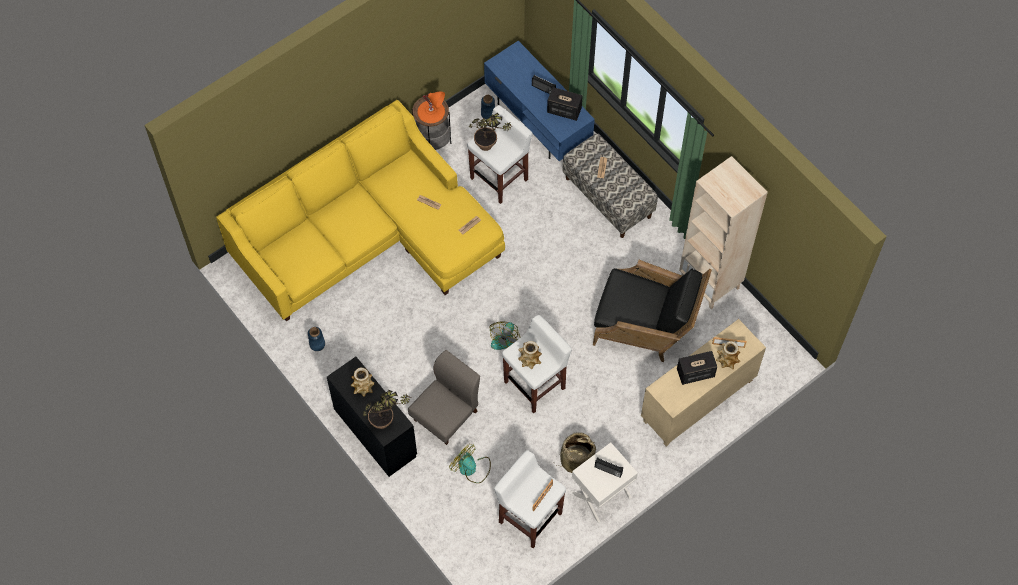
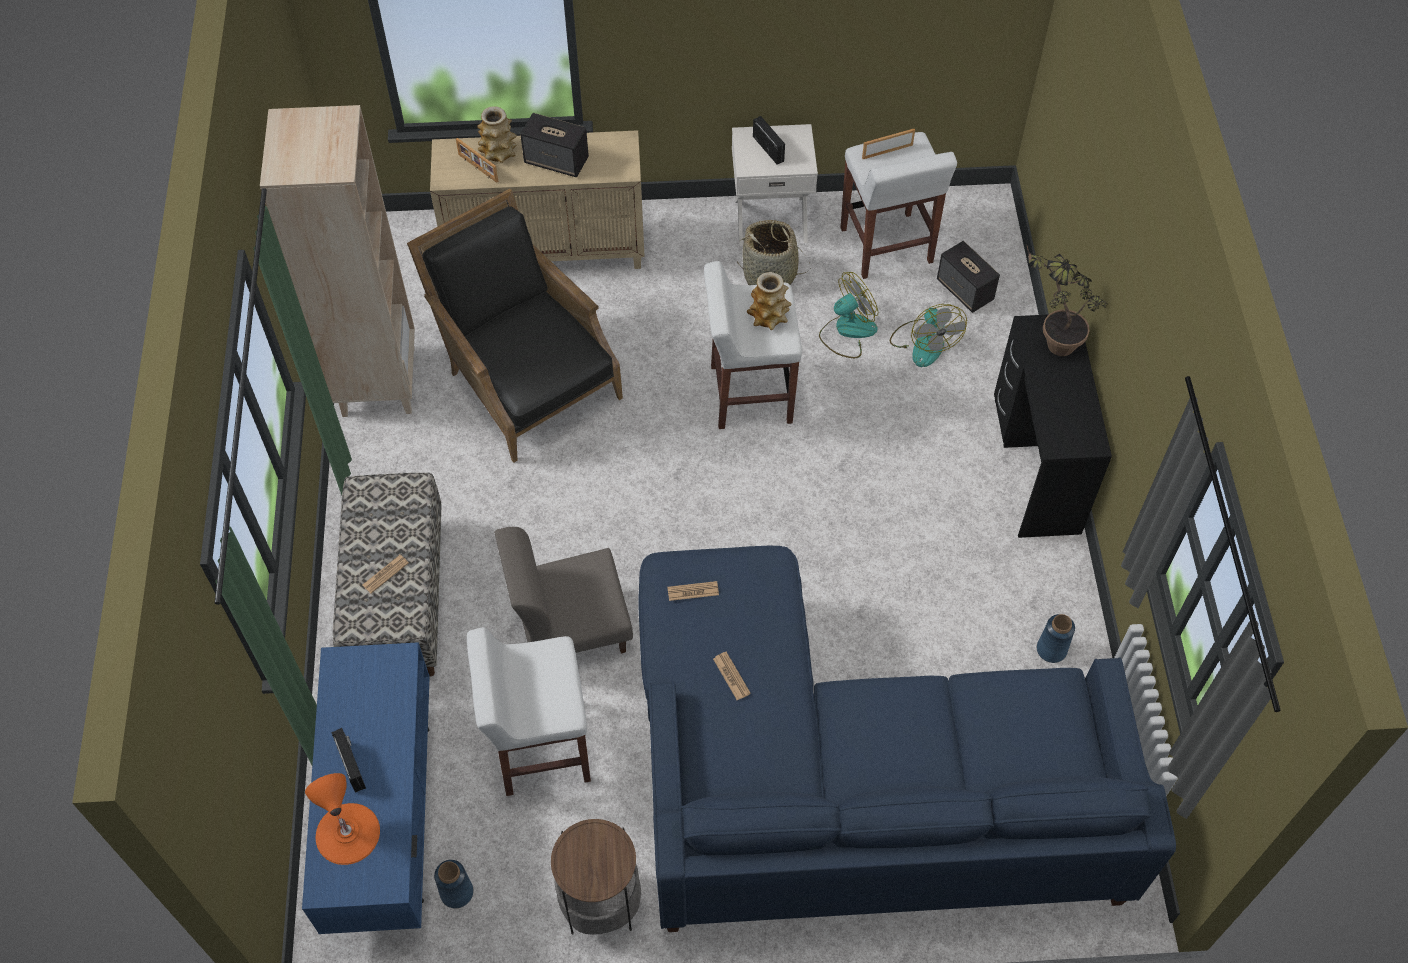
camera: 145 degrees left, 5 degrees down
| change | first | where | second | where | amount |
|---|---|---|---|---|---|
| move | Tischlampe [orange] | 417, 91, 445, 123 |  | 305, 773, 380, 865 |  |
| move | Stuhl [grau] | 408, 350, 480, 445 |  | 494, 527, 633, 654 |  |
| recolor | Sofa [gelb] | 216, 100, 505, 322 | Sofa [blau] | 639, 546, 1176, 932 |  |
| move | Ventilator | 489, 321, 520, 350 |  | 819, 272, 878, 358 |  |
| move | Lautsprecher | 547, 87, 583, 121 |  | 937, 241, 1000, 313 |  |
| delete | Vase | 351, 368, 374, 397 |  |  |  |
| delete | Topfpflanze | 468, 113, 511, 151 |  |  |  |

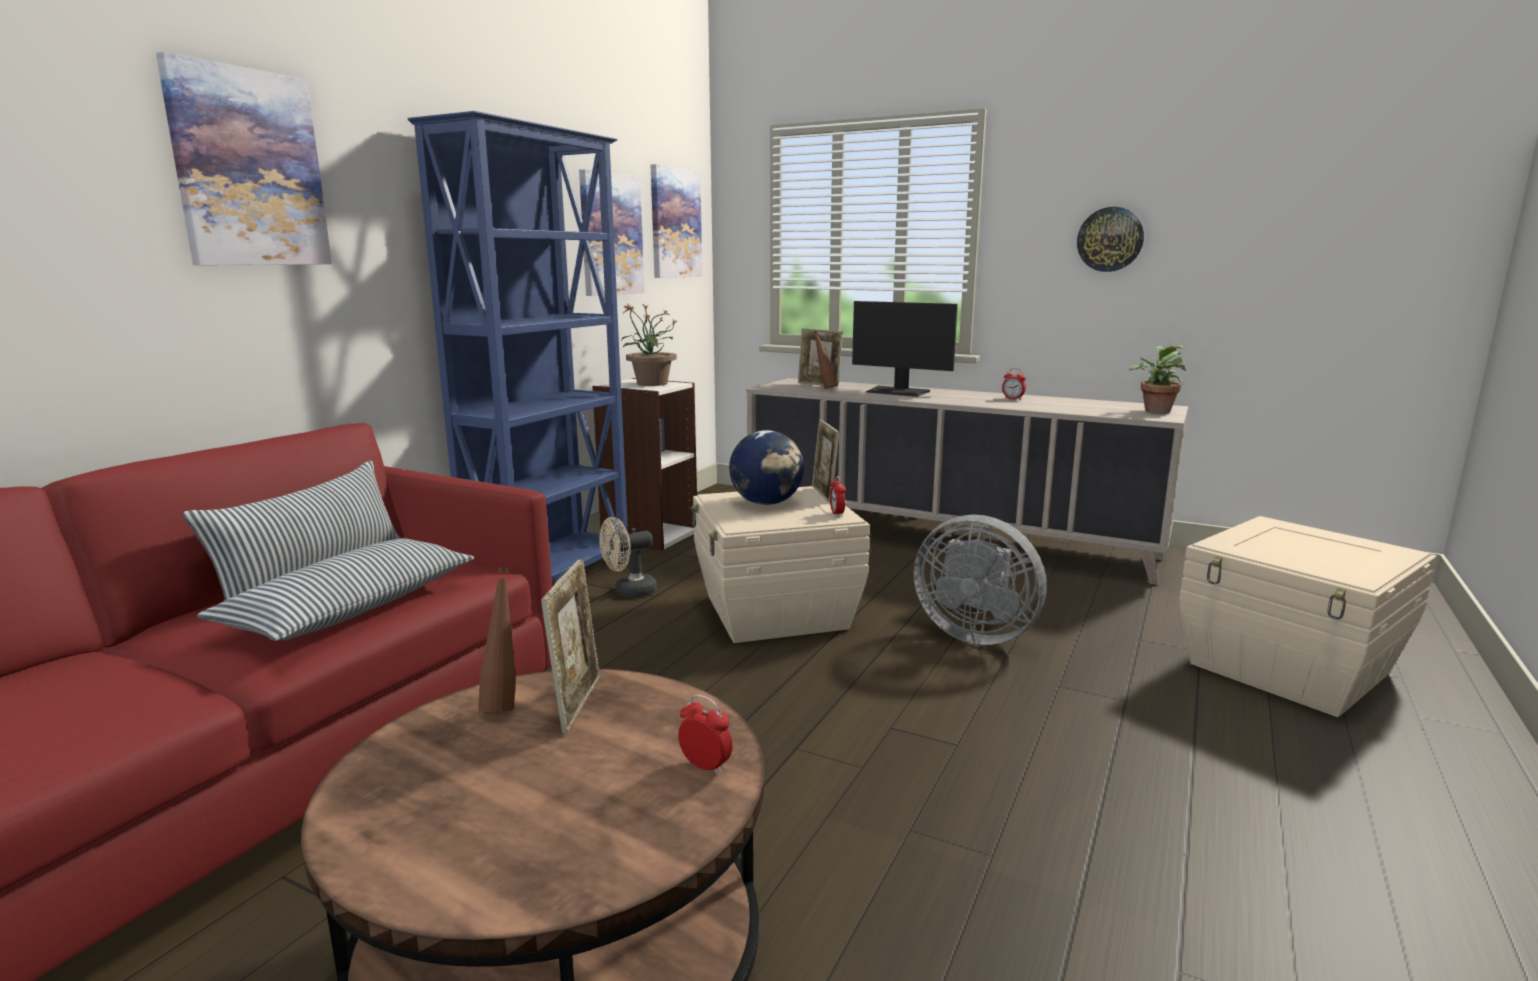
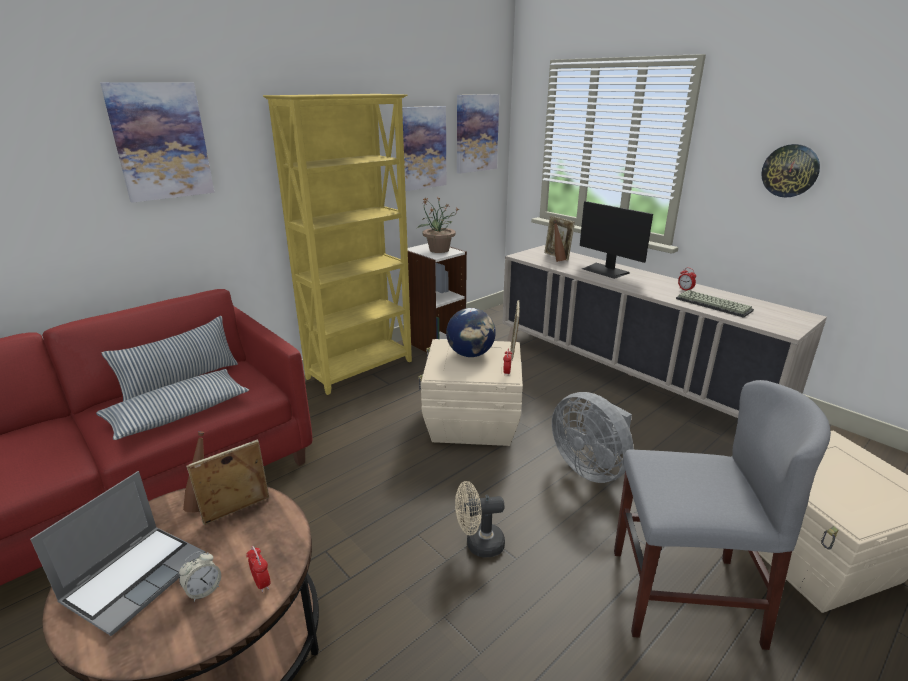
camera: 20 degrees right, 10 degrees up
| change | first | where | second | where | amount |
|---|---|---|---|---|---|
| insert |  |  | Laptop | 30, 471, 206, 636 |  |
| insert |  |  | Wecker | 179, 551, 221, 601 |  |
| rotate | Bilderrahmen | 541, 559, 600, 734 |  | 186, 440, 269, 525 | 150 degrees counterclockwise |
| recolor | Bücherregal [blau] | 407, 111, 628, 582 | Bücherregal [gelb] | 263, 94, 412, 395 |  |
| move | Ventilator [beige] | 599, 517, 657, 598 |  | 455, 481, 505, 557 |  |
| insert |  |  | Stuhl [grau] | 614, 380, 831, 650 |  |
| insert |  |  | Tastatur | 676, 290, 754, 318 |  |
| delete | Topfpflanze | 1129, 345, 1186, 413 |  |  |  |

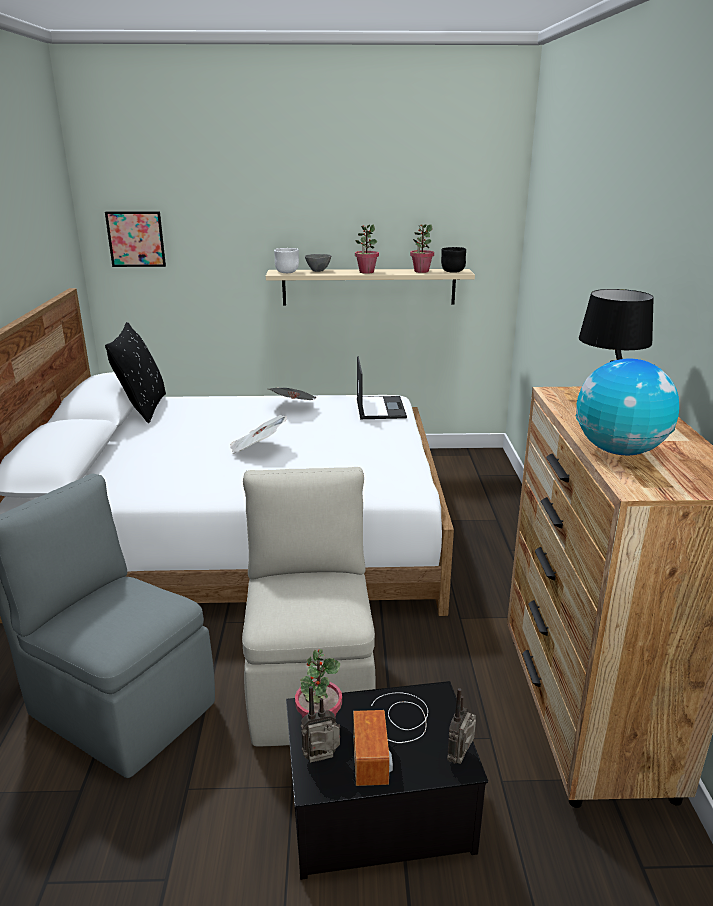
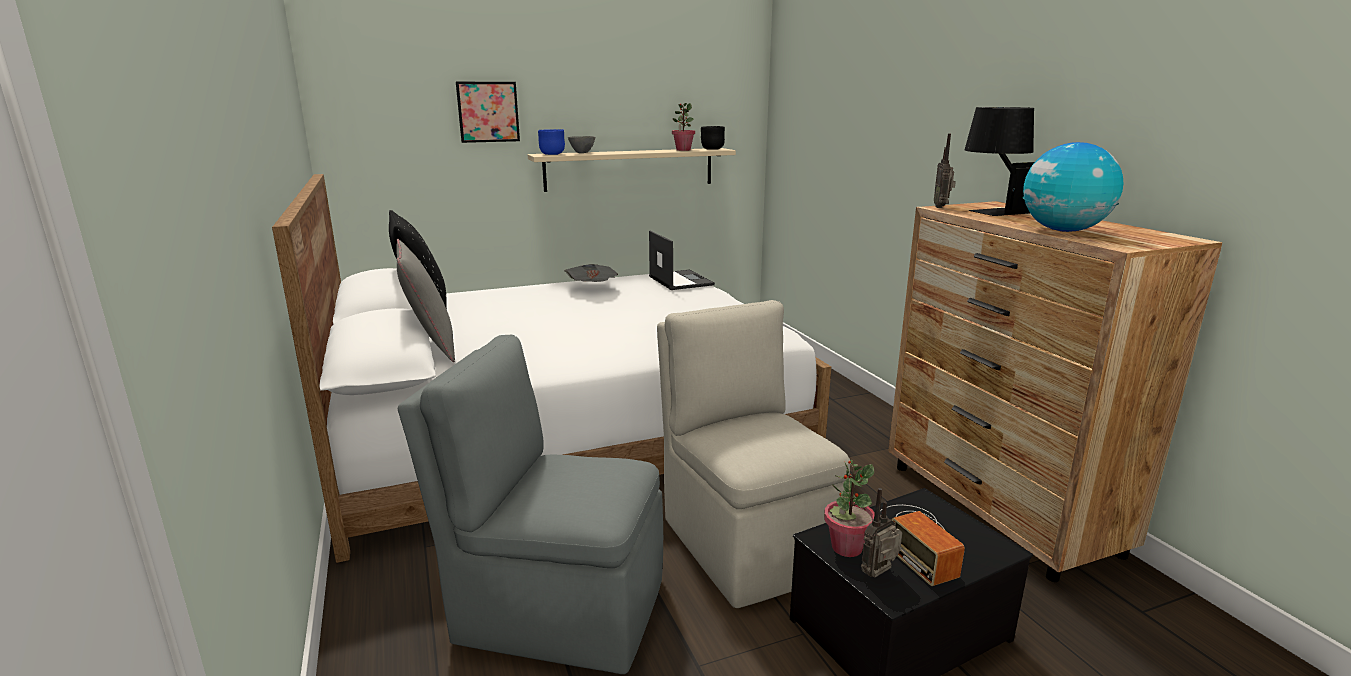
camera: 20 degrees left, 5 degrees down
| change | first | where | second | where | amount |
|---|---|---|---|---|---|
| insert |  |  | Kissen [grau] | 396, 239, 455, 362 |  |
| move | Bild | 105, 211, 166, 267 |  | 456, 82, 520, 143 |  |
| recolor | Schüssel [weiß] | 274, 248, 299, 273 | Schüssel [blau] | 538, 129, 565, 155 |  |
| move | Radio | 447, 688, 476, 764 |  | 934, 134, 956, 208 |  |
| delete | Zeitung | 230, 415, 287, 454 |  |  |  |
| delete | Topfpflanze | 355, 225, 379, 274 |  |  |  |

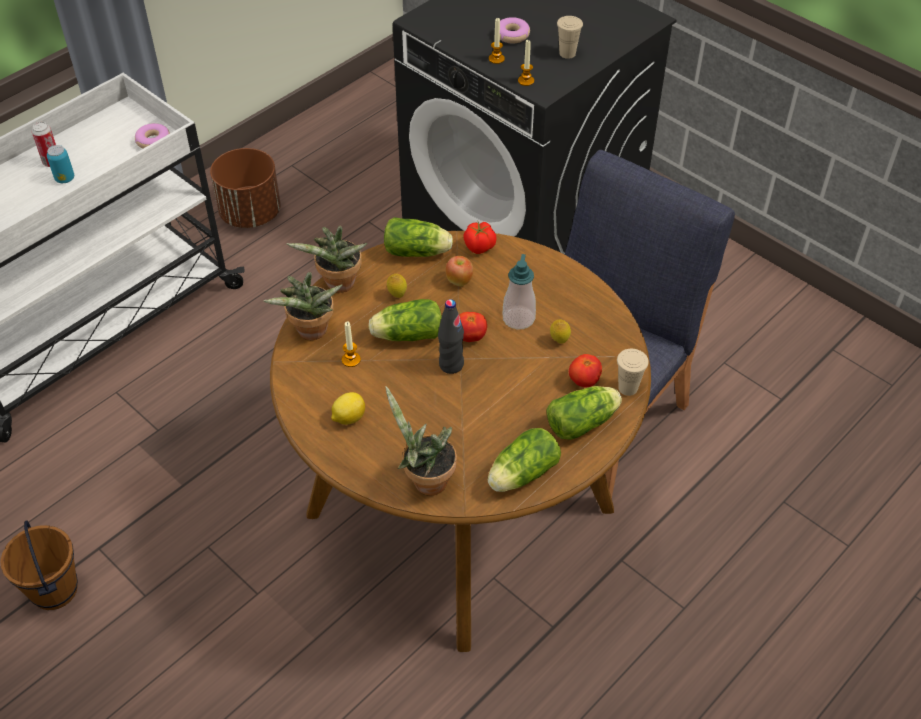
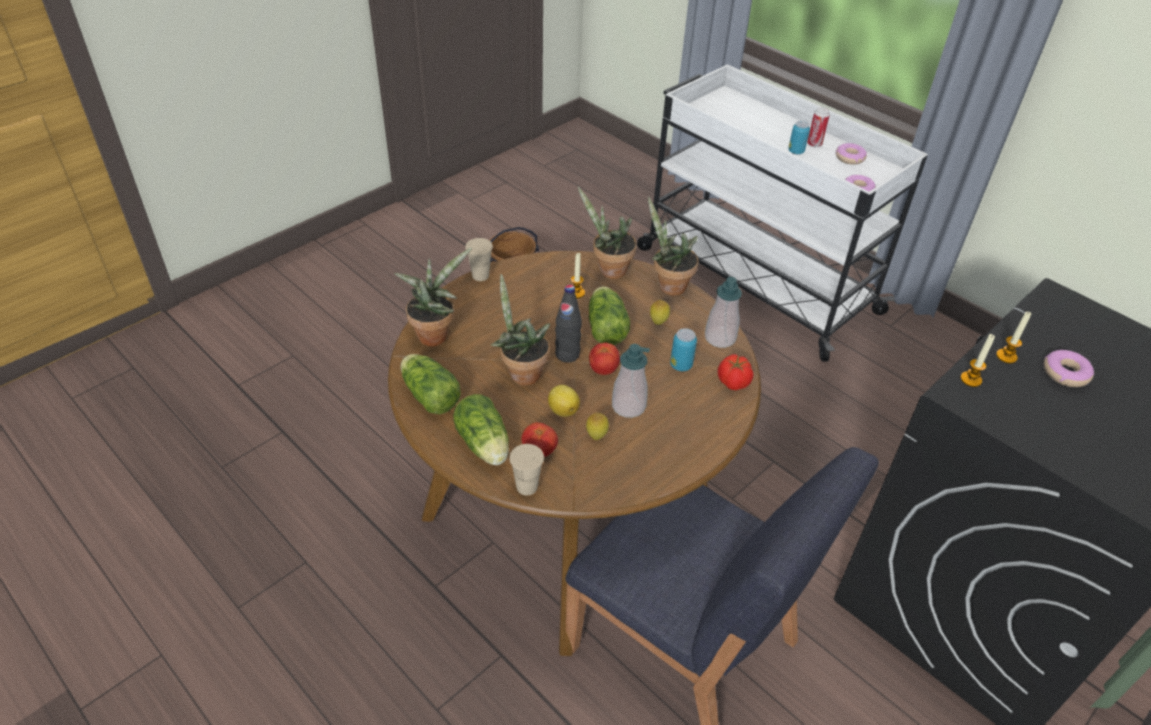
camera: 90 degrees right, 5 degrees down
| change | first | where | second | where | amount |
|---|---|---|---|---|---|
| move | Tasse [beige] | 557, 16, 583, 59 |  | 465, 238, 493, 281 |  |
| insert |  |  | Topfpflanze | 490, 274, 550, 386 |  |
| move | Zitrone | 331, 392, 365, 425 |  | 548, 385, 580, 417 |  |
| replace | Apfel | 446, 256, 473, 286 | Dose | 670, 328, 697, 371 |  |
| replace | Salatkopf | 384, 217, 453, 257 | Seifenspender | 705, 277, 742, 348 |  |
| insert |  |  | Donut | 836, 143, 867, 165 |  |
| delete | Pflanzkübel [braun] | 210, 148, 281, 228 |  |  |  |

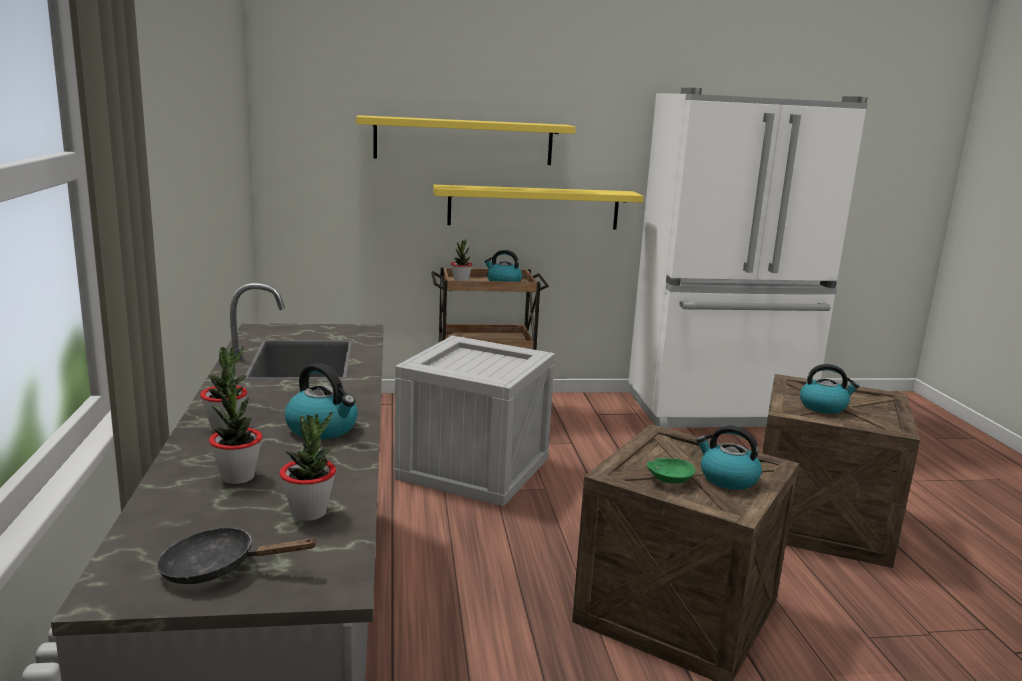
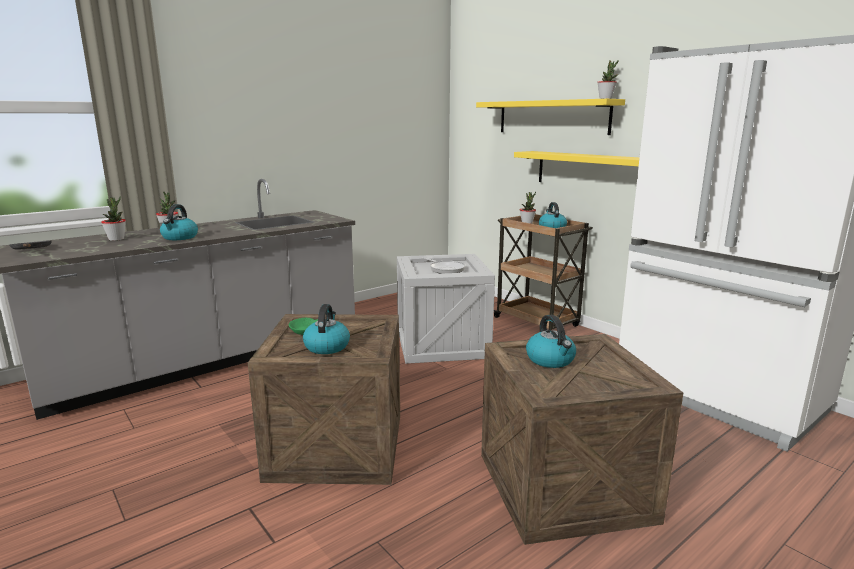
camera: 60 degrees right, 0 degrees up
| change | first | where | second | where | amount |
|---|---|---|---|---|---|
| insert |  |  | Pfanne | 422, 257, 465, 274 |  |
| move | Topfpflanze | 279, 411, 336, 521 |  | 597, 60, 618, 99 |  |

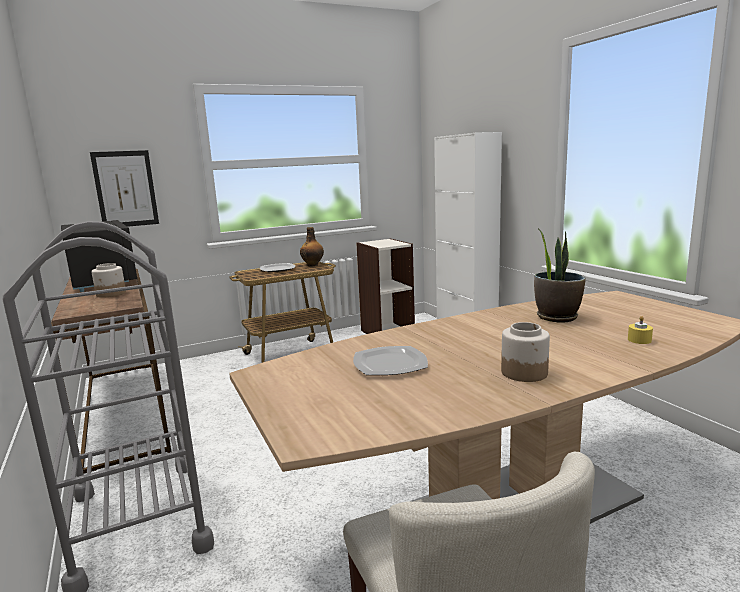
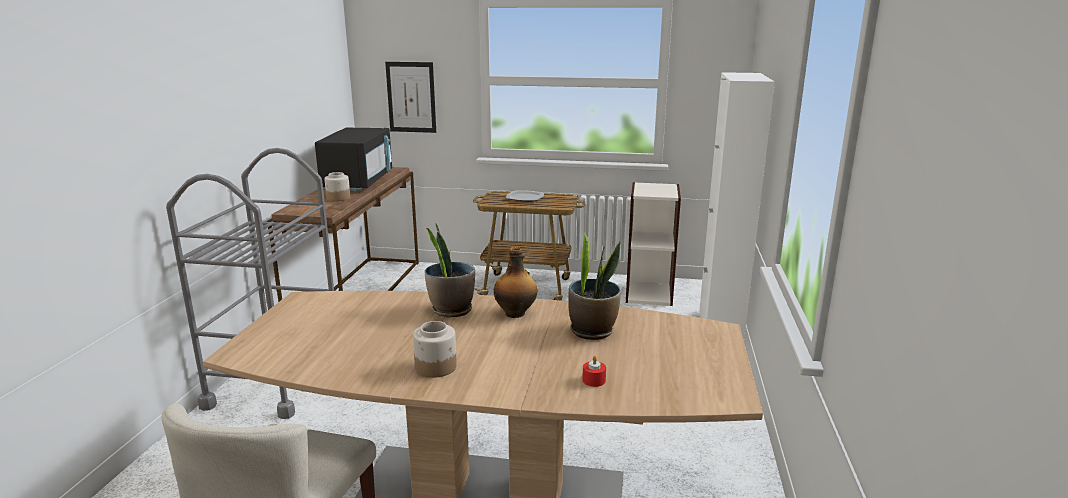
camera: 35 degrees right, 5 degrees up
| change | first | where | second | where | amount |
|---|---|---|---|---|---|
| insert |  |  | Topfpflanze | 425, 223, 475, 317 |  |
| move | Flasche | 300, 227, 324, 266 |  | 494, 247, 538, 318 |  |
| recolor | Kerze [gelb] | 628, 316, 653, 344 | Kerze [rot] | 582, 356, 606, 387 |  |
| delete | Teller | 353, 346, 428, 375 |  |  |  |

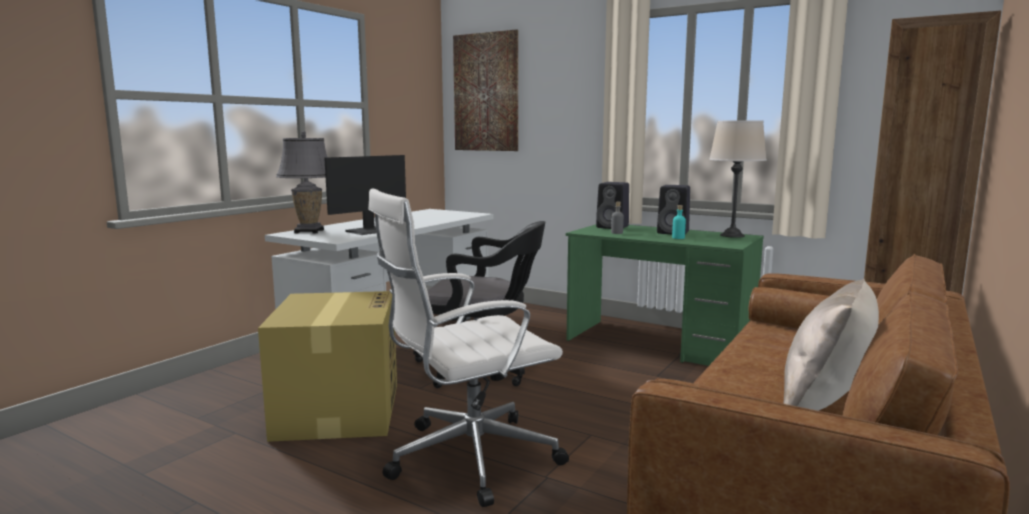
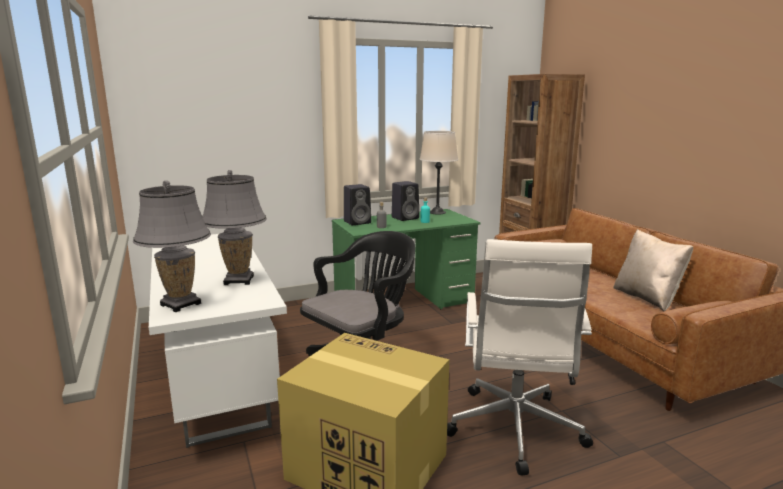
camera: 55 degrees left, 5 degrees up
| change | first | where | second | where | amount |
|---|---|---|---|---|---|
| replace | Monitor | 324, 155, 406, 235 | Tischlampe [grau] | 202, 170, 267, 285 |  |
| delete | Bild | 453, 29, 518, 151 |  |  |  |

